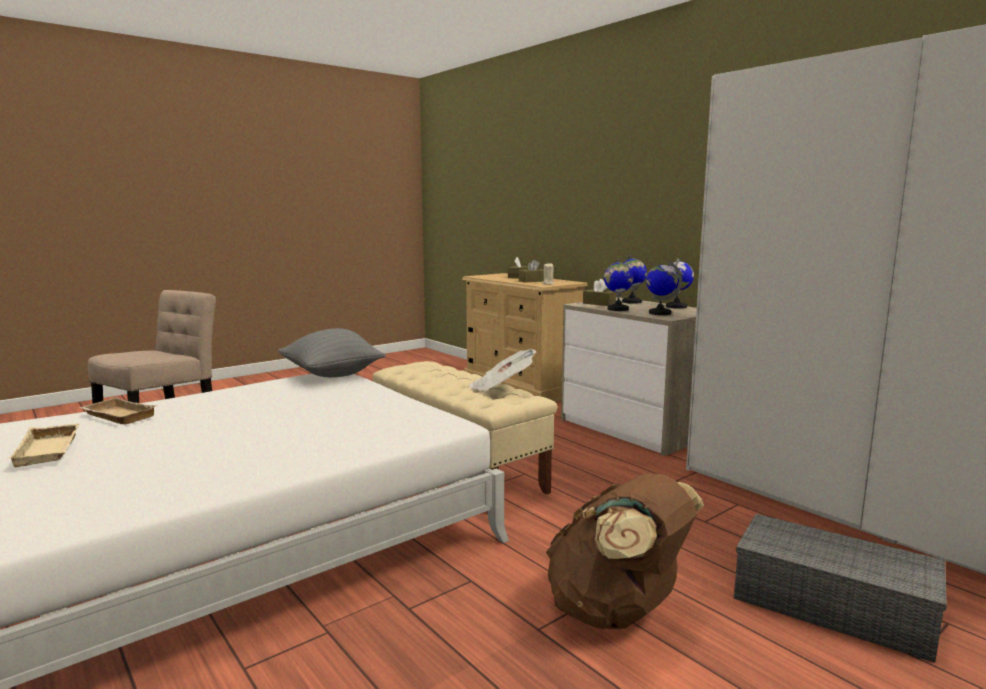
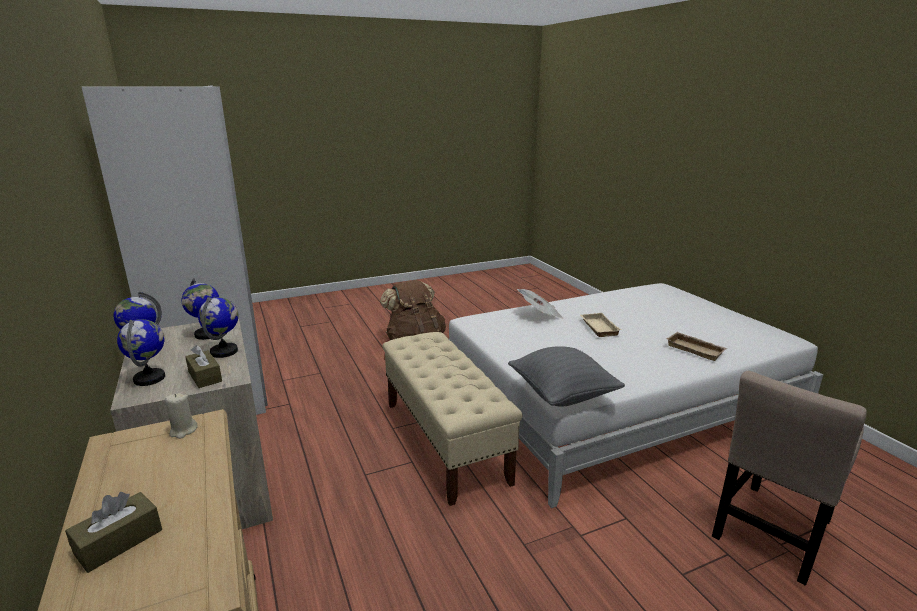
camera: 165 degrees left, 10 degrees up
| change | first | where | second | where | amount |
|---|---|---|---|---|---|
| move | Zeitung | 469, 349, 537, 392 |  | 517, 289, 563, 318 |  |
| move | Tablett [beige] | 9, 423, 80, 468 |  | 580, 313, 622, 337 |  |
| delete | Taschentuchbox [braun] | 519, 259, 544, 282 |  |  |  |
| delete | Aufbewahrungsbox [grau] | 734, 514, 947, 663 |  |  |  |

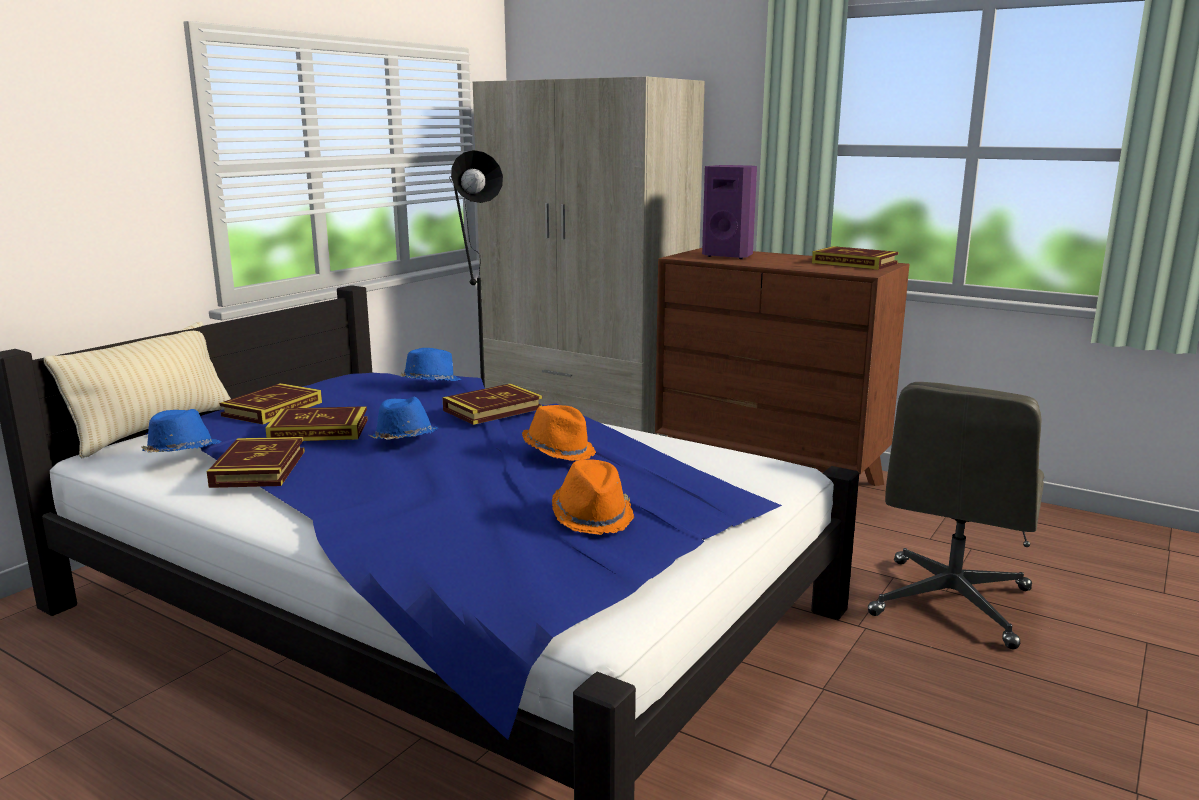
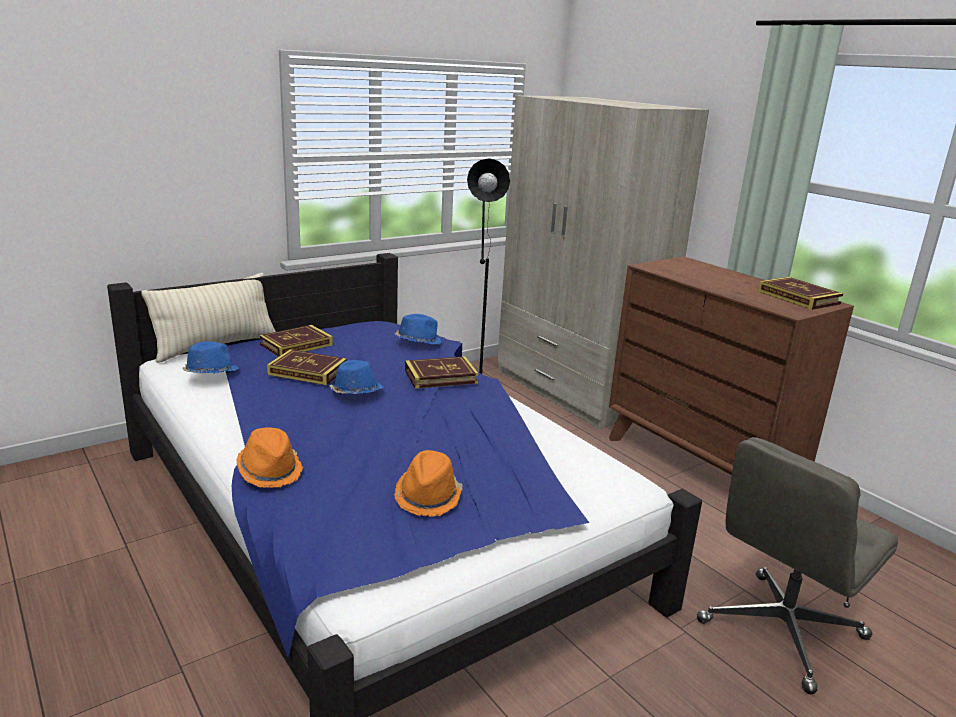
camera: 20 degrees right, 5 degrees up
| change | first | where | second | where | amount |
|---|---|---|---|---|---|
| move | Hut [orange] | 522, 405, 596, 461 |  | 236, 427, 303, 488 |  |
| delete | Buch | 207, 437, 305, 488 |  |  |  |
| delete | Lautsprecher [lila] | 702, 165, 757, 259 |  |  |  |

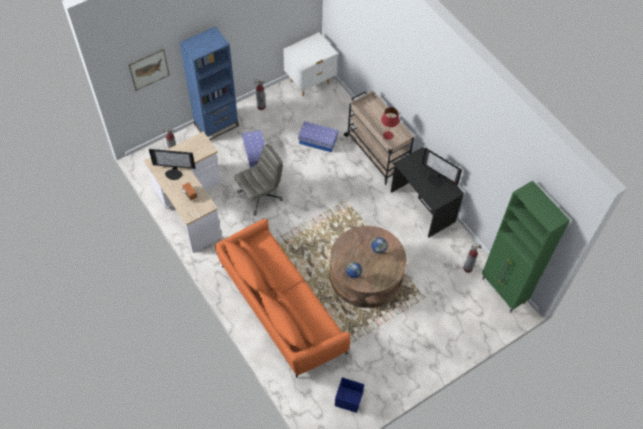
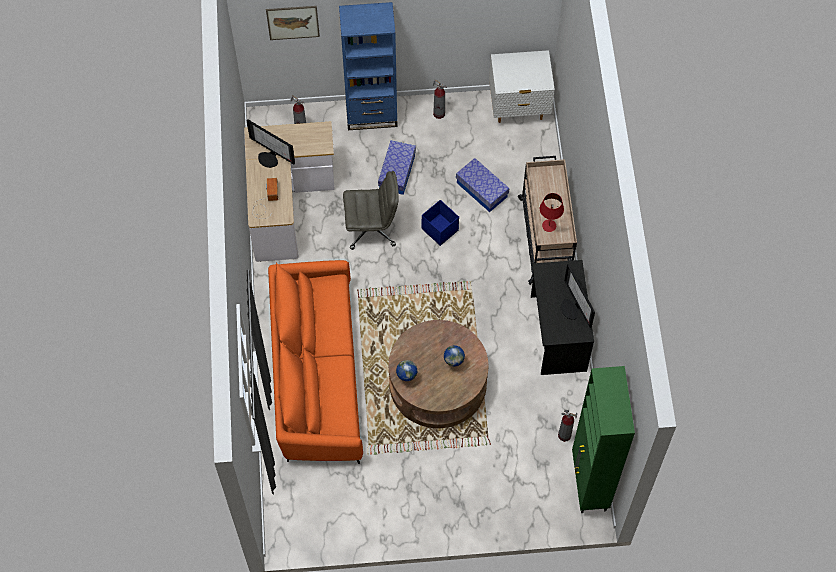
camera: 30 degrees right, 5 degrees up
| change | first | where | second | where | amount |
|---|---|---|---|---|---|
| move | Aufbewahrungsbox [blau] | 335, 377, 365, 413 |  | 422, 200, 459, 246 |  |

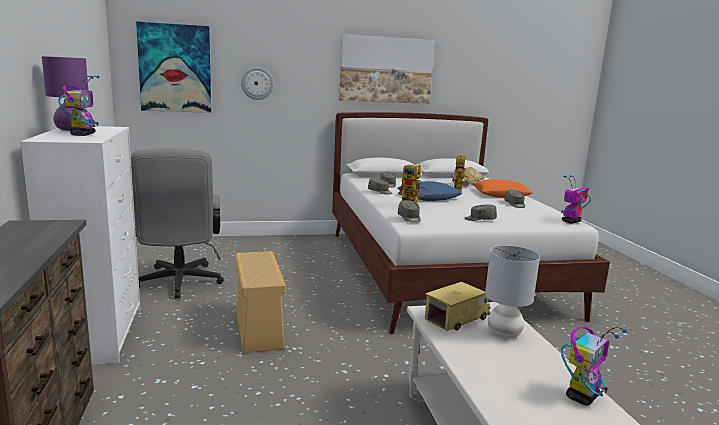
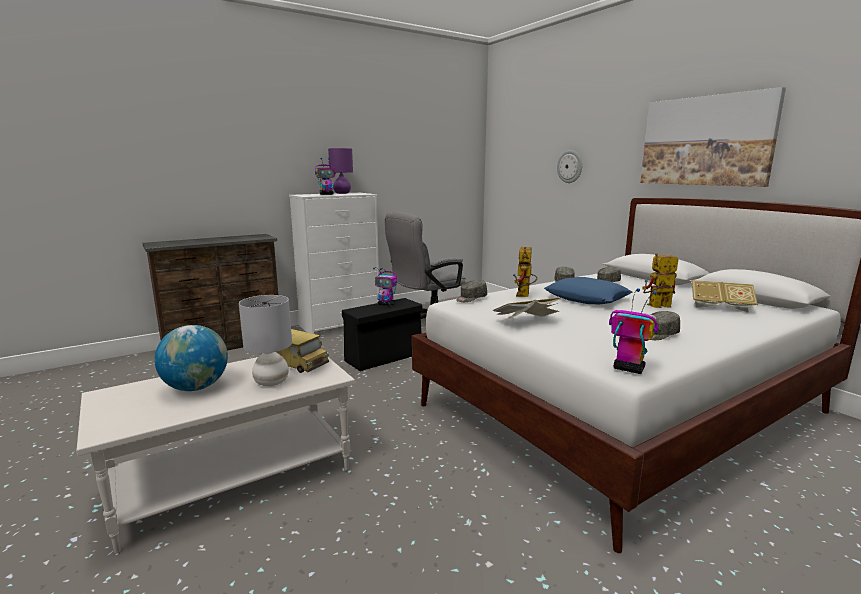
camera: 70 degrees right, 0 degrees up
| change | first | where | second | where | amount |
|---|---|---|---|---|---|
| insert |  |  | Globus | 154, 325, 228, 391 |  |
| recolor | Aufbewahrungsbox [beige] | 235, 251, 286, 353 | Aufbewahrungsbox [schwarz] | 342, 298, 422, 371 |  |
| move | Spielzeugroboter | 561, 327, 627, 405 |  | 373, 267, 397, 306 |  |
| replace | Kappe [grau] | 465, 205, 497, 221 | Buch | 492, 297, 562, 322 |  |
| delete | Bild | 136, 21, 211, 113 |  |  |  |
| delete | Kissen [orange] | 473, 179, 533, 198 |  |  |  |

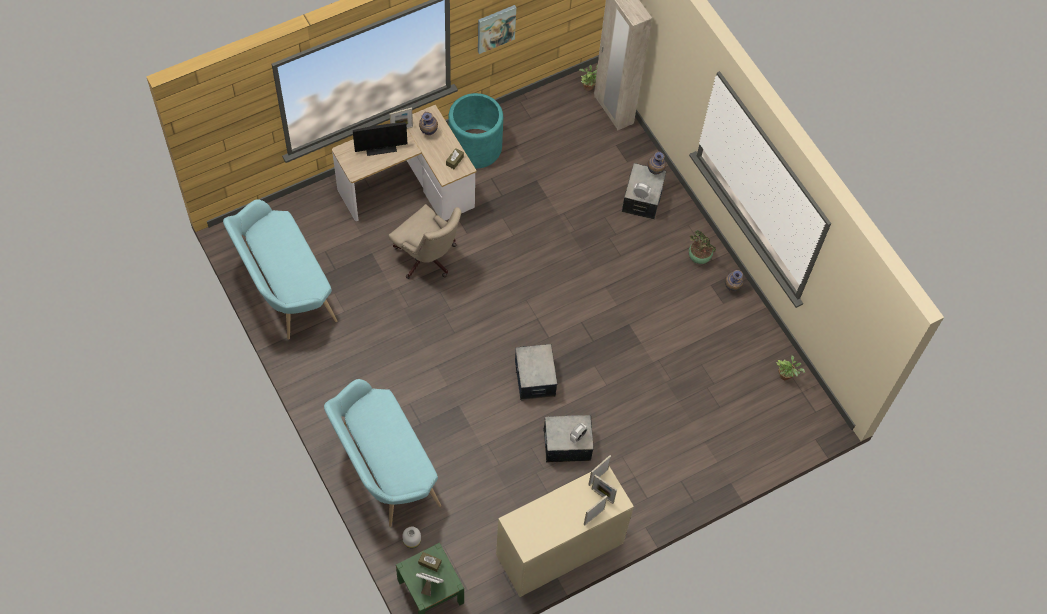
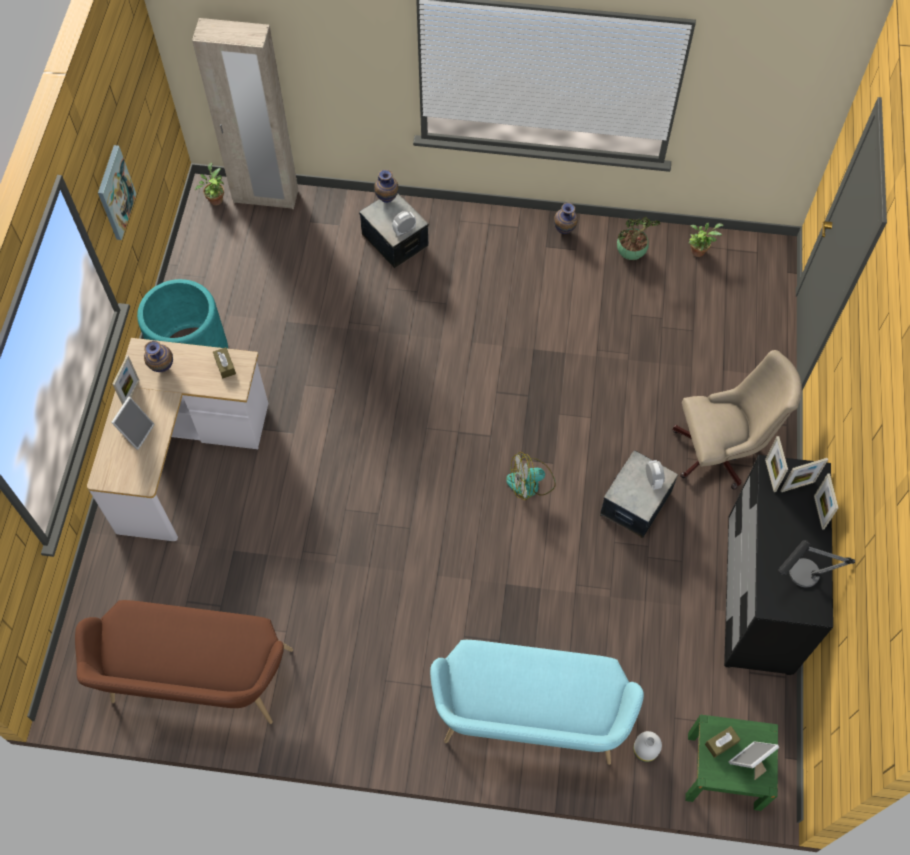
camera: 50 degrees left, 0 degrees up
| change | first | where | second | where | amount |
|---|---|---|---|---|---|
| recolor | Bank [türkis] | 223, 199, 337, 340 | Bank [braun] | 75, 600, 293, 724 |  |
| replace | Monitor | 353, 122, 407, 156 | Bilderrahmen | 111, 396, 155, 450 |  |
| replace | Aufbewahrungsbox | 515, 344, 557, 401 | Ventilator | 506, 452, 556, 500 |  |
| move | Topfpflanze | 689, 230, 716, 264 |  | 617, 217, 660, 260 |  |
| move | Bürostuhl [beige] | 389, 204, 462, 279 |  | 673, 350, 802, 490 |  |
| recolor | Kommode [beige] | 496, 466, 634, 597 | Kommode [schwarz] | 724, 455, 833, 675 |  |
| insert |  |  | Tischlampe | 779, 540, 855, 588 |  |

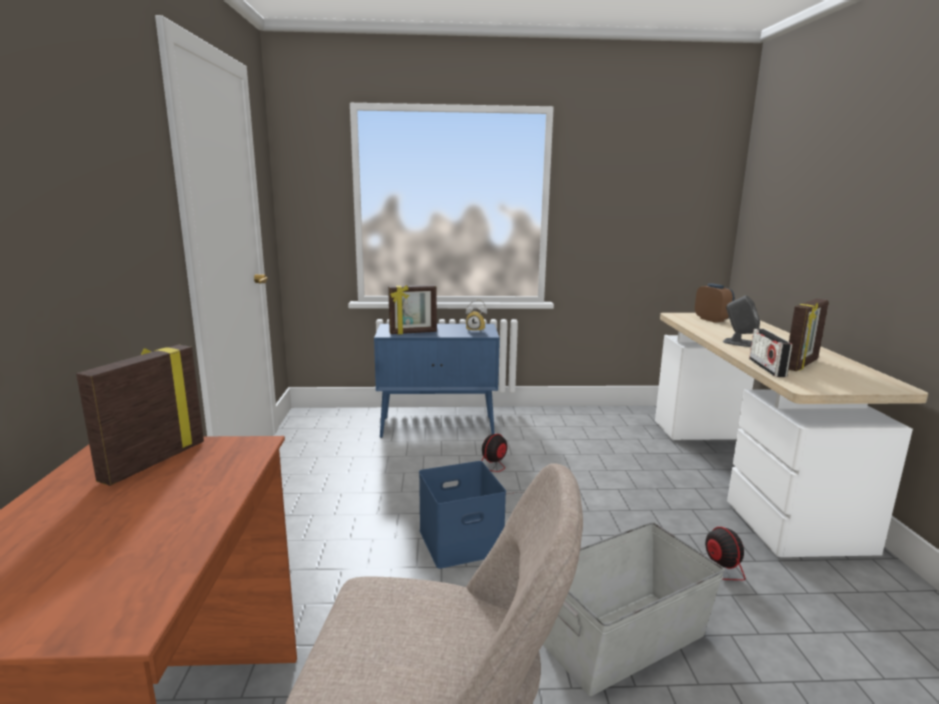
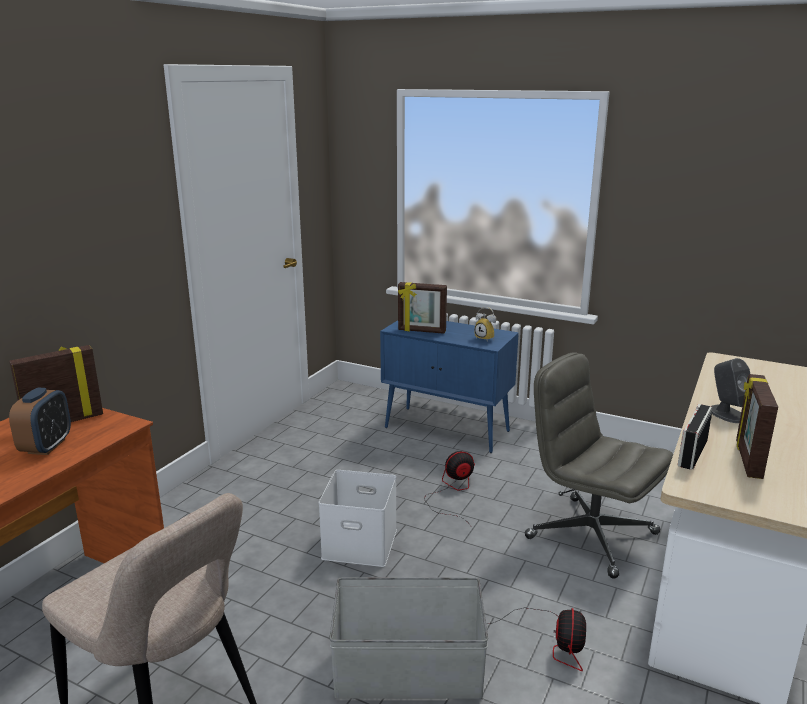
camera: 30 degrees right, 5 degrees up
| change | first | where | second | where | amount |
|---|---|---|---|---|---|
| move | Wecker | 695, 283, 734, 323 |  | 9, 388, 71, 455 |  |
| recolor | Aufbewahrungsbox [blau] | 419, 461, 506, 569 | Aufbewahrungsbox [weiß] | 319, 470, 397, 567 |  |
| insert |  |  | Bürostuhl [grau] | 524, 352, 673, 579 |  |
| rotate | Bilderrahmen | 789, 298, 829, 371 |  | 736, 374, 778, 479 | 120 degrees clockwise |

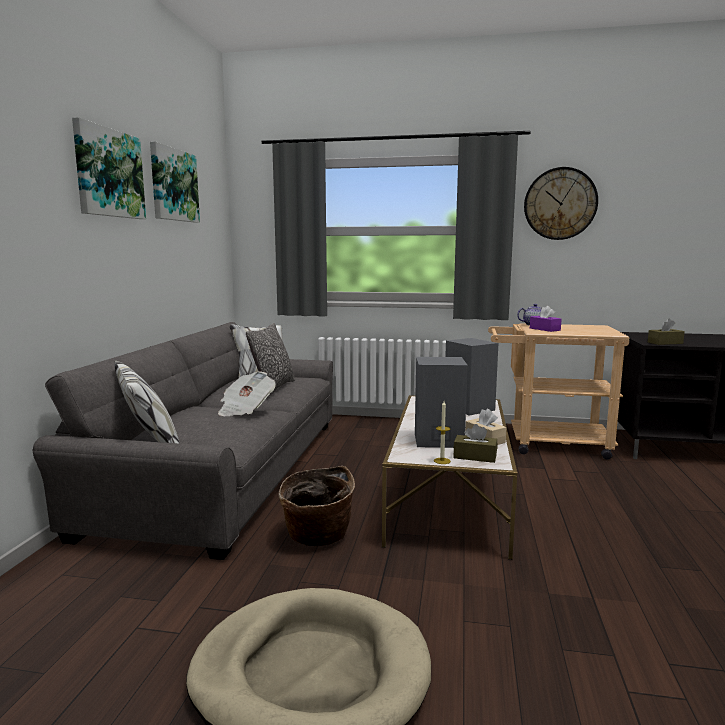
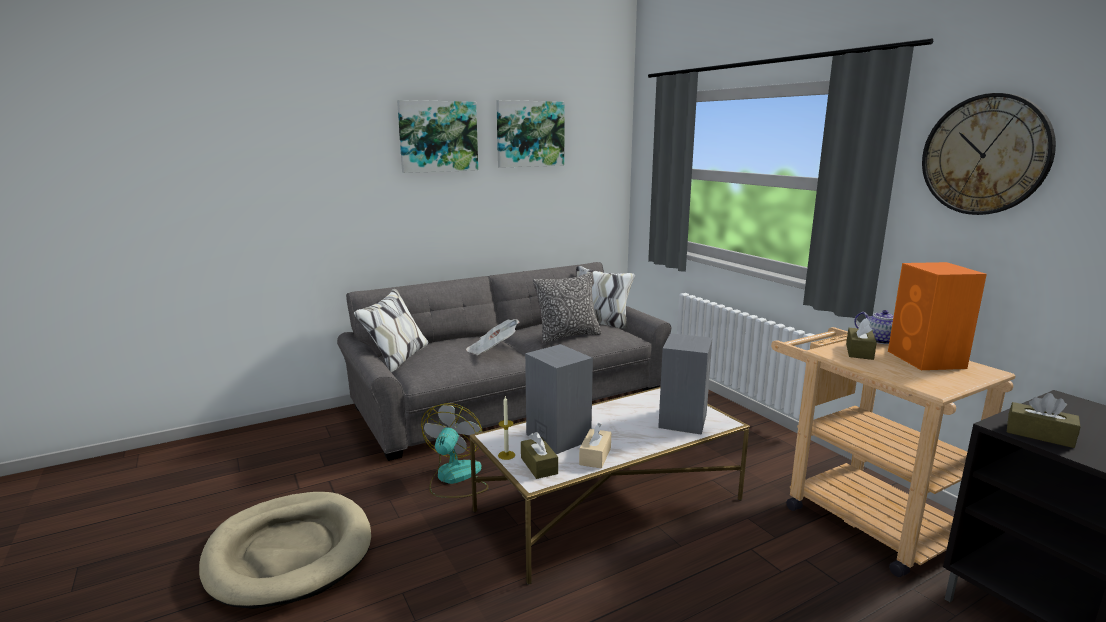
camera: 50 degrees right, 5 degrees up
| change | first | where | second | where | amount |
|---|---|---|---|---|---|
| replace | Korb | 278, 466, 355, 546 | Ventilator | 421, 403, 489, 498 |  |
| recolor | Taschentuchbox [lila] | 530, 306, 562, 332 | Taschentuchbox [braun] | 846, 318, 877, 360 |  |
| insert |  |  | Lautsprecher [orange] | 888, 262, 987, 370 |  |

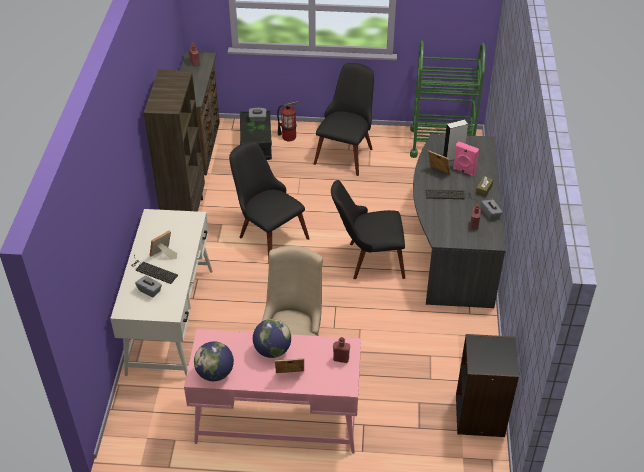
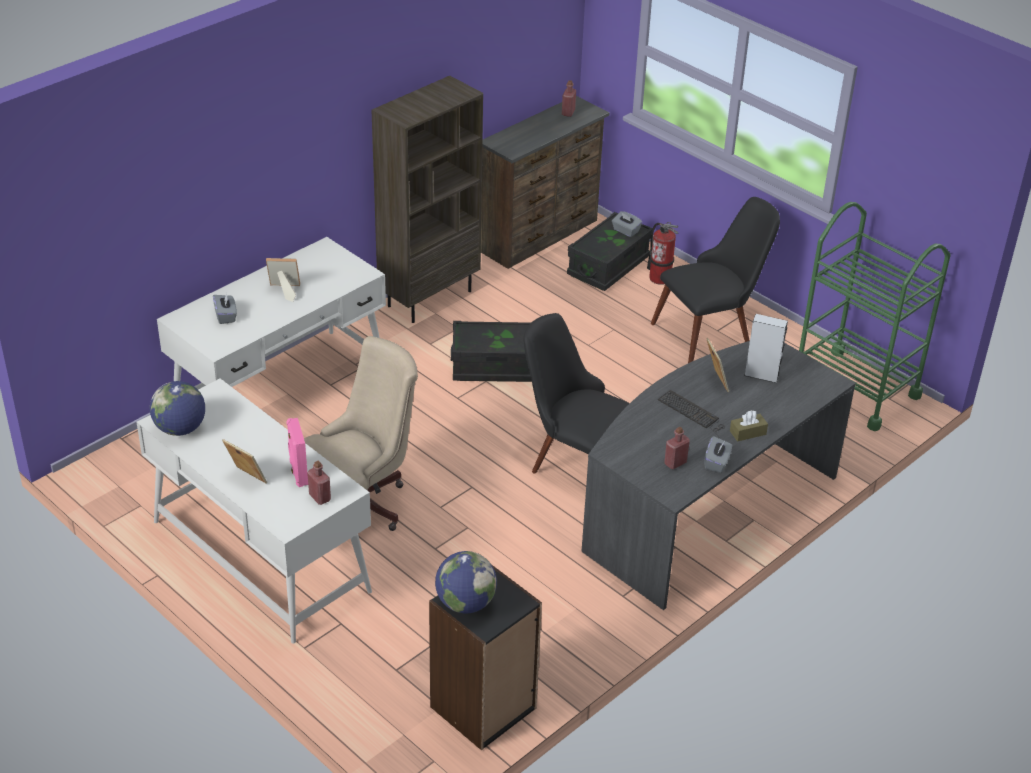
camera: 40 degrees right, 5 degrees down
| change | first | where | second | where | amount |
|---|---|---|---|---|---|
| recolor | Schreibtisch [rosa] | 184, 329, 361, 454 | Schreibtisch [weiß] | 137, 378, 372, 644 |  |
| move | Lautsprecher [rosa] | 453, 142, 479, 177 |  | 287, 418, 308, 487 |  |
| move | Globus | 253, 319, 291, 358 |  | 435, 551, 497, 613 |  |
| replace | Stuhl [schwarz] | 229, 141, 310, 262 | Aufbewahrungsbox [schwarz] | 451, 321, 532, 382 |  |
| delete | Tastatur | 132, 255, 178, 284 |  |  |  |

